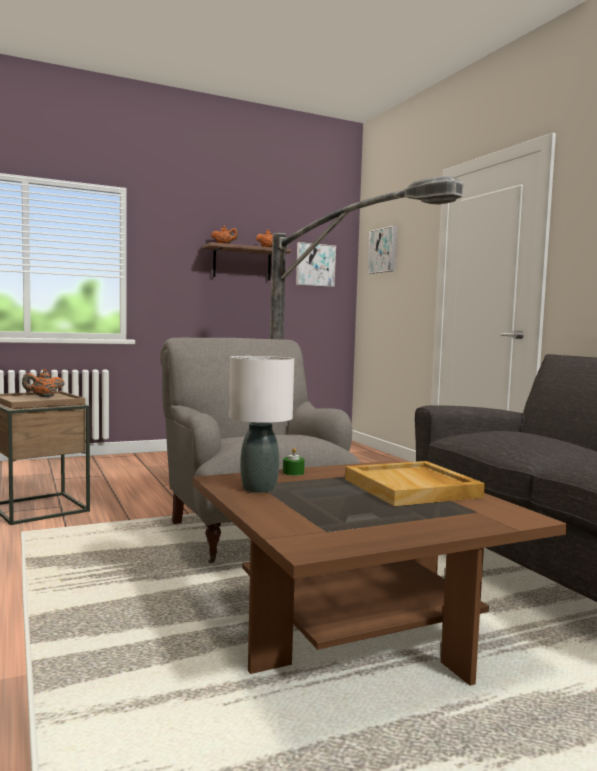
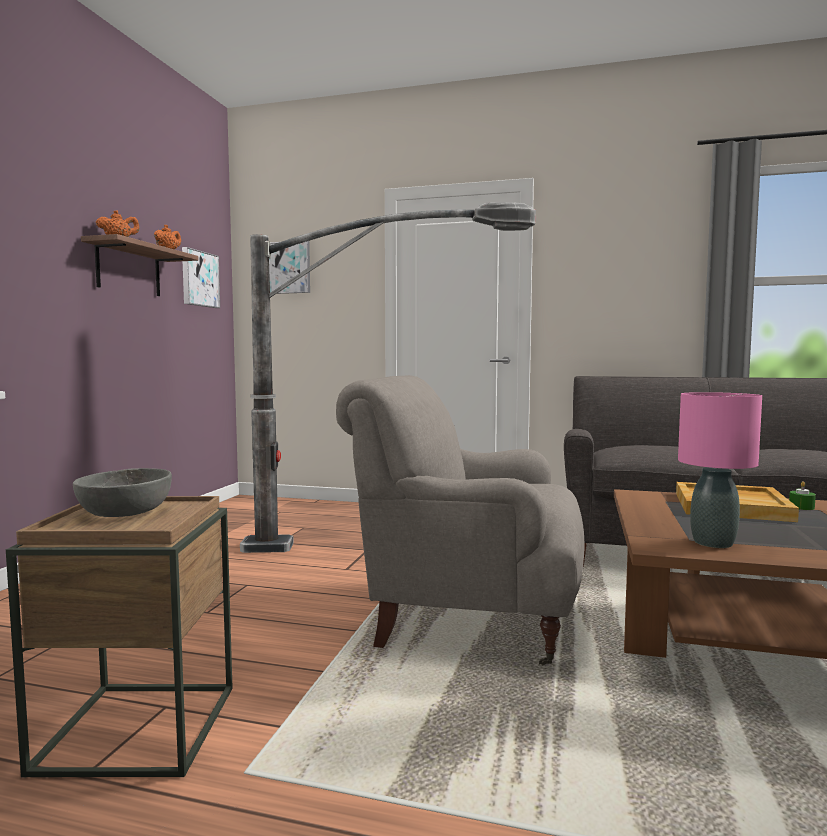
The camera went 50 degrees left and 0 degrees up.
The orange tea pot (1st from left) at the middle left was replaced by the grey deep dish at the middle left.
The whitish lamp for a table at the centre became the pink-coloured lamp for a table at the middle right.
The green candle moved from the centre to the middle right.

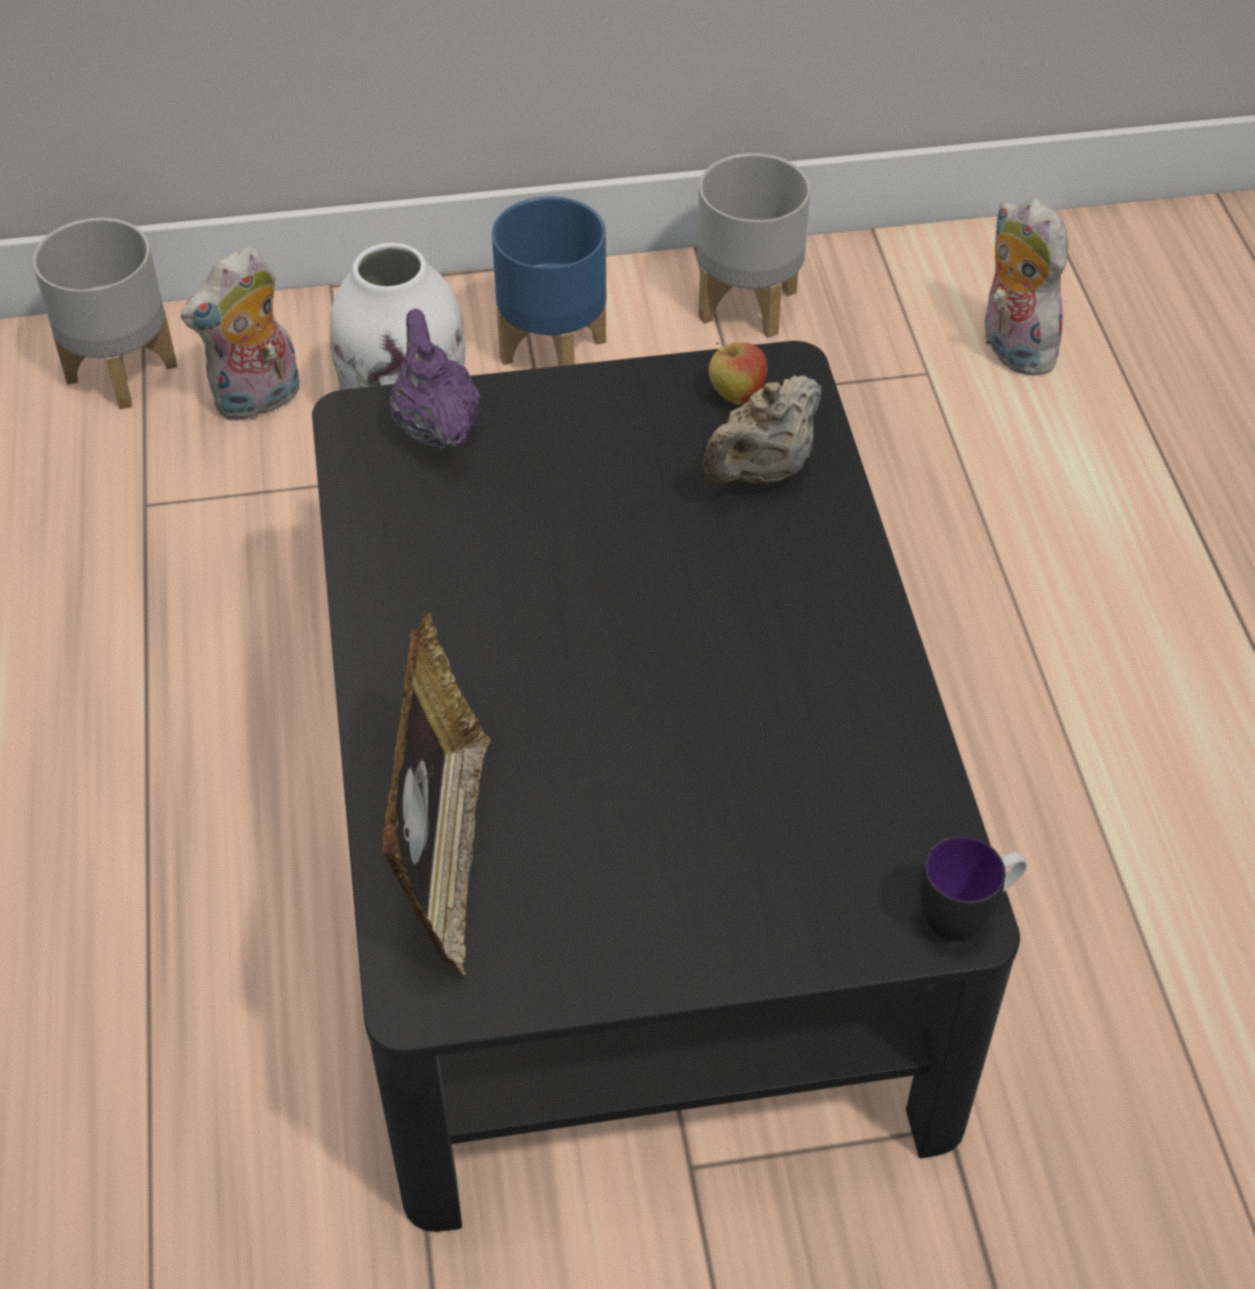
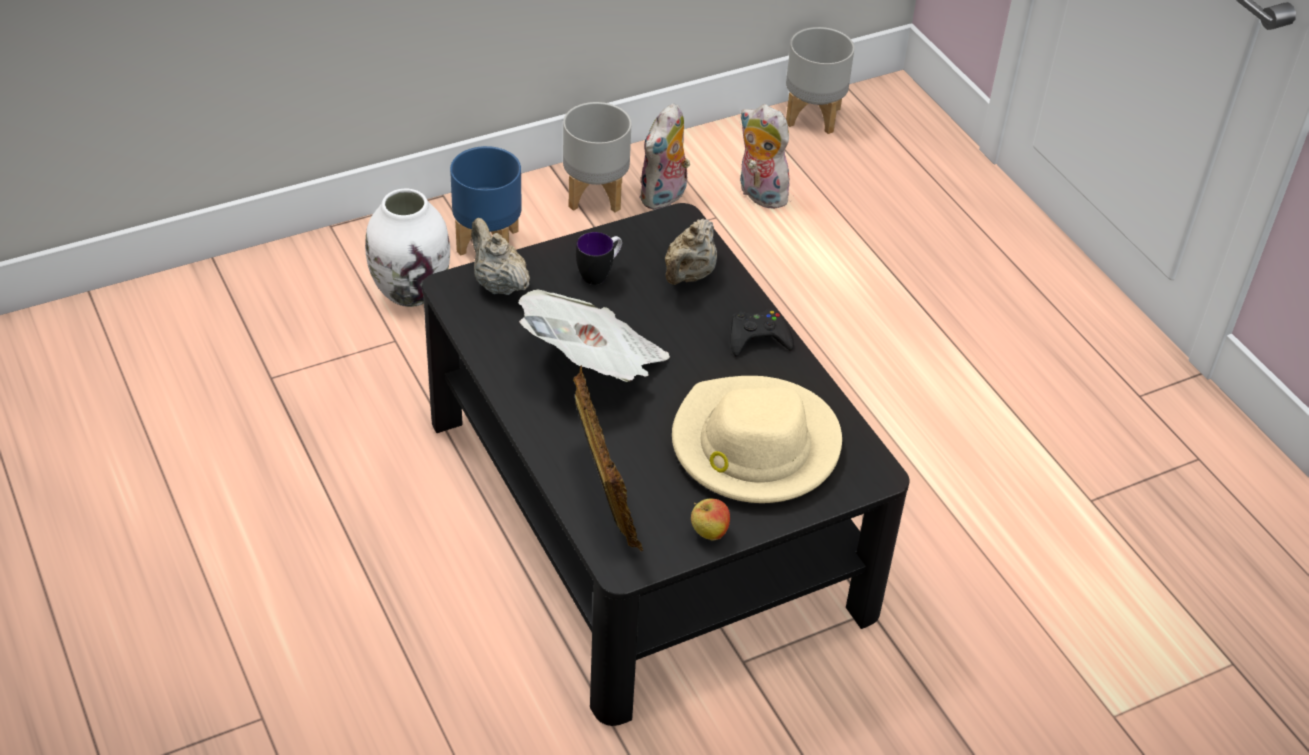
The camera went 20 degrees left and 5 degrees down.
The grey plant pot (1st from left in the first image) moved from the top left to the top centre.
The soft toy (1st from left) moved from the top left to the top centre.
The purple-coloured tea pot at the top centre became the beige-coloured tea pot (1st from left) at the centre.
The whole apple moved from the top centre to the bottom centre.
The mug moved from the bottom right to the centre.
The daily paper at the centre appeared.
The beige-coloured clothing hat at the centre appeared.
The black gamepad at the centre appeared.

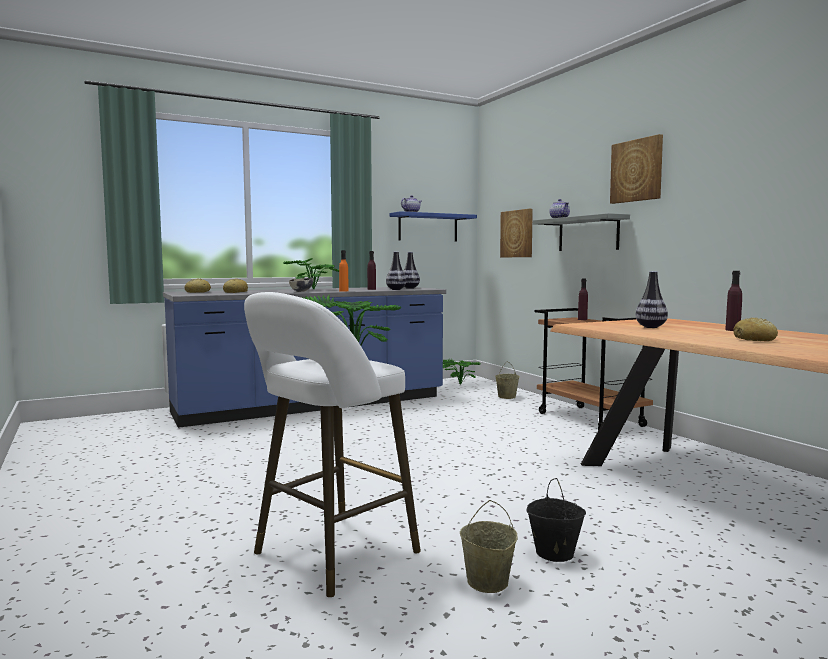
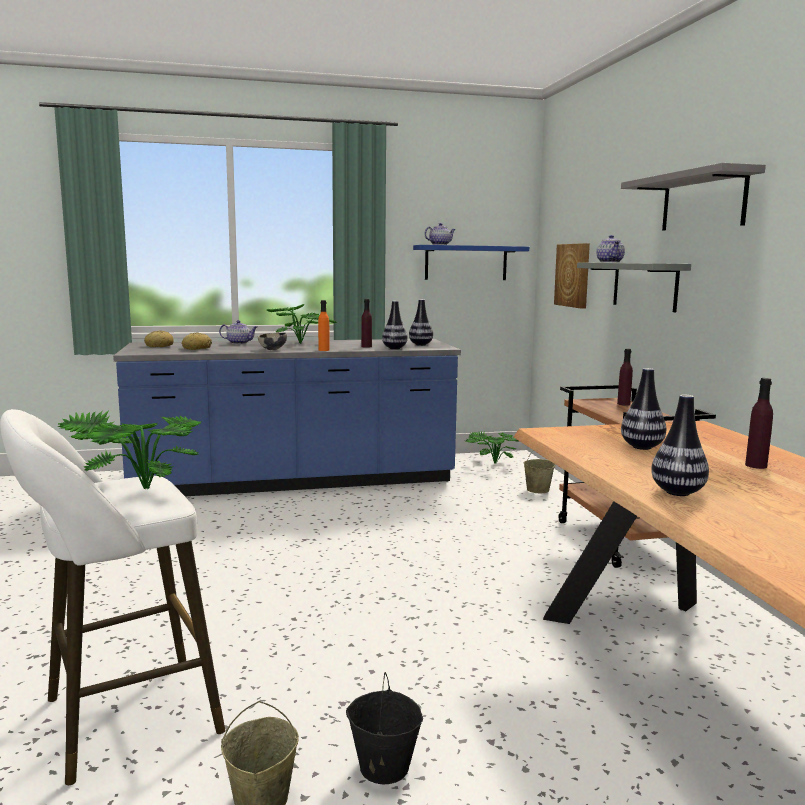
The camera went 15 degrees right and 5 degrees up.
The picture (2nd from left) at the top right was replaced by the grey bracket shelf (2nd from left) at the top right.
The baked bread (3rd from left) at the middle right disappeared.
The tea pot (1st from left) at the middle left appeared.
The vase (4th from left) at the middle right appeared.

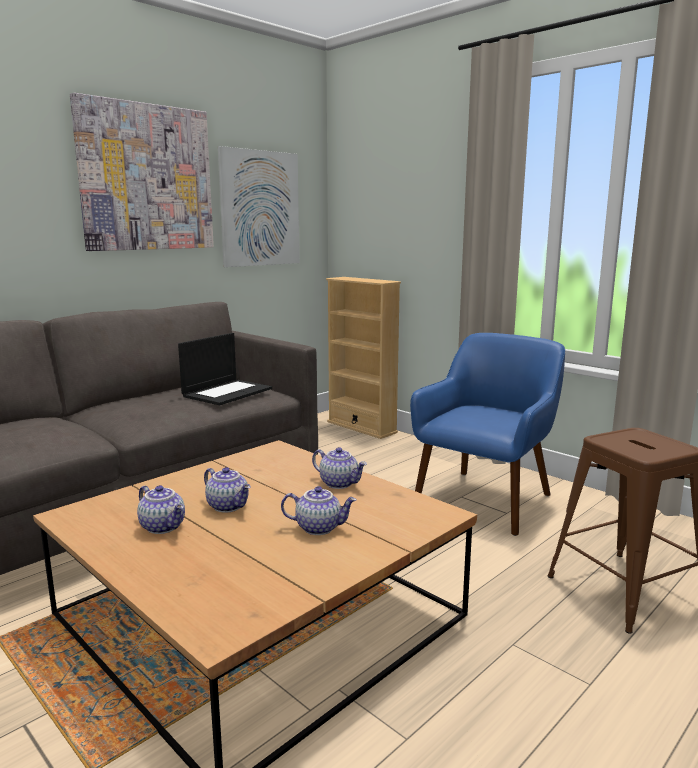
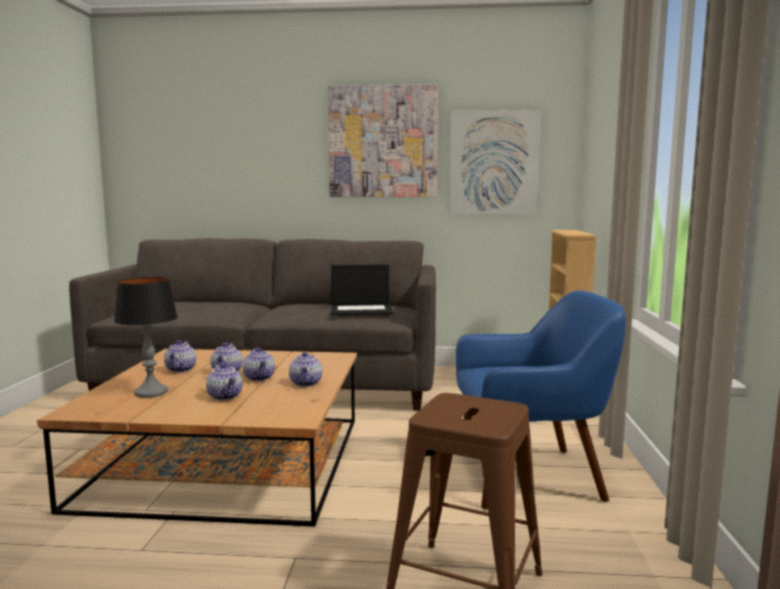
The camera went 50 degrees right and 5 degrees down.
The lamp for a table at the middle left appeared.
The tea pot (4th from left) at the middle left appeared.

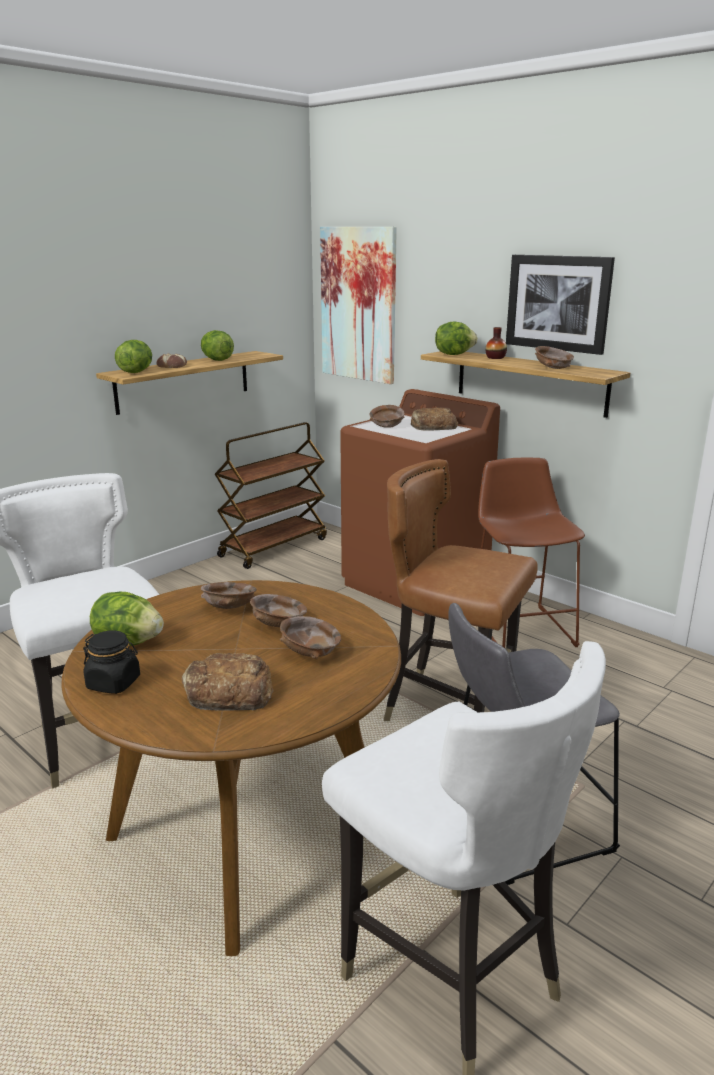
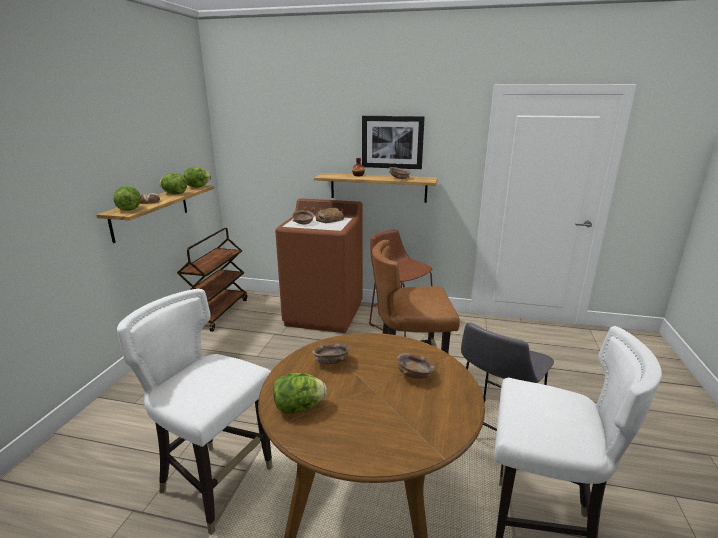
The camera went 30 degrees left and 0 degrees up.
The black storage jar at the middle left disappeared.
The baked bread (2nd from left) at the middle left disappeared.
The brown-coloured deep dish (2nd from left) at the centre disappeared.
The picture (1st from left) at the top centre disappeared.
The head of lettuce (4th from left in the first image) moved from the top centre to the top left.

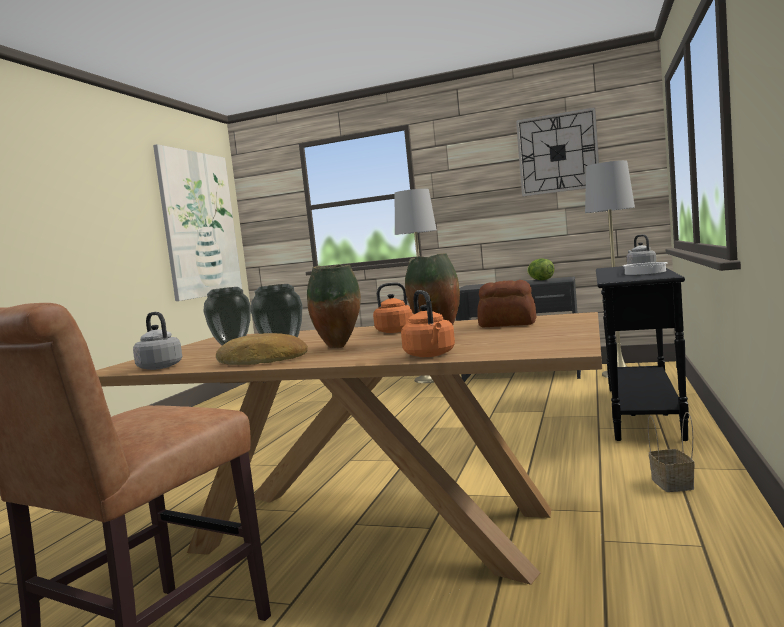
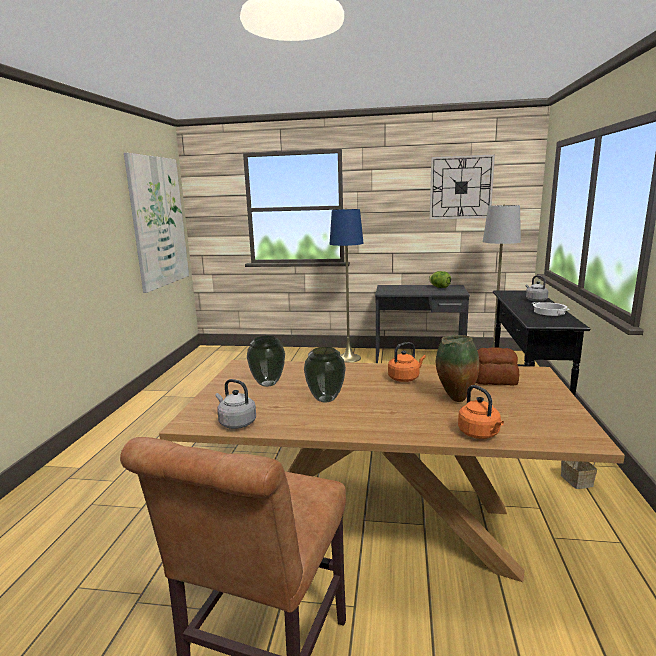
The camera went 10 degrees left and 10 degrees up.
The baked bread (1st from left) at the centre disappeared.
The vase (3rd from left) at the centre disappeared.
The grey floor lamp (1st from left) at the centre became the bluish floor lamp at the centre.

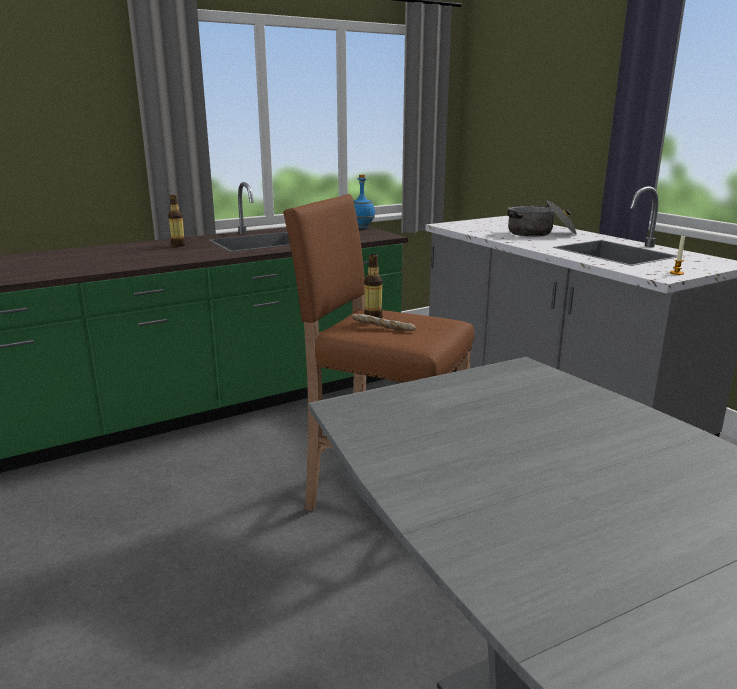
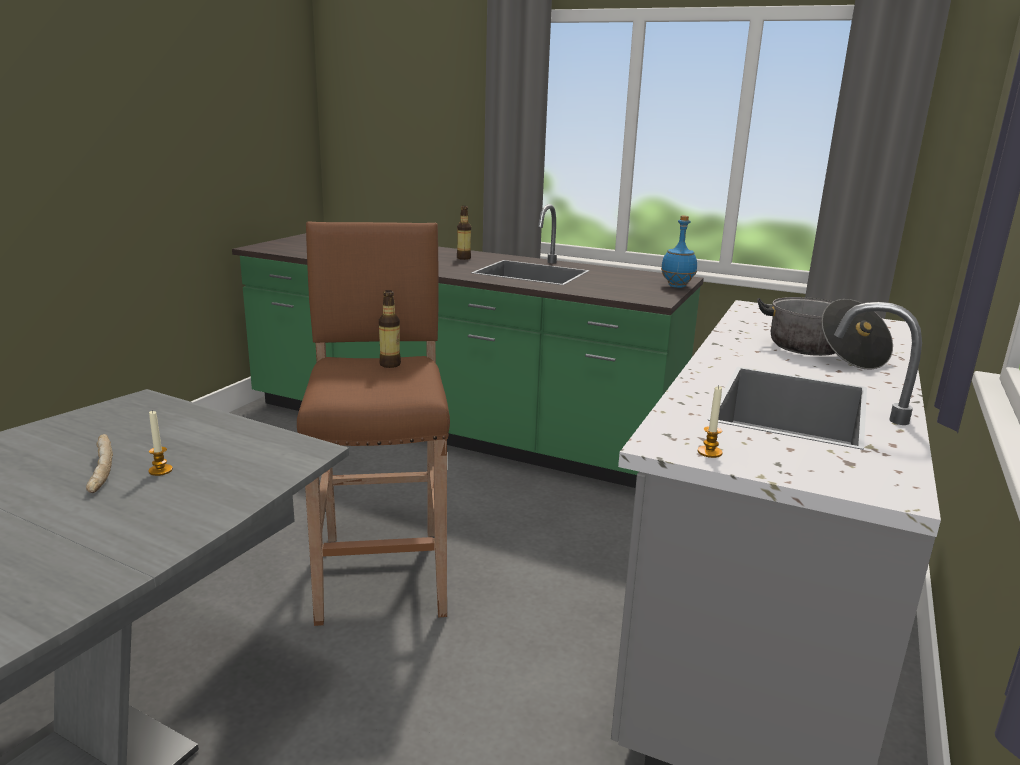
The camera went 55 degrees right and 0 degrees up.
The baked bread moved from the centre to the middle left.
The candle (1st from left) at the middle left appeared.

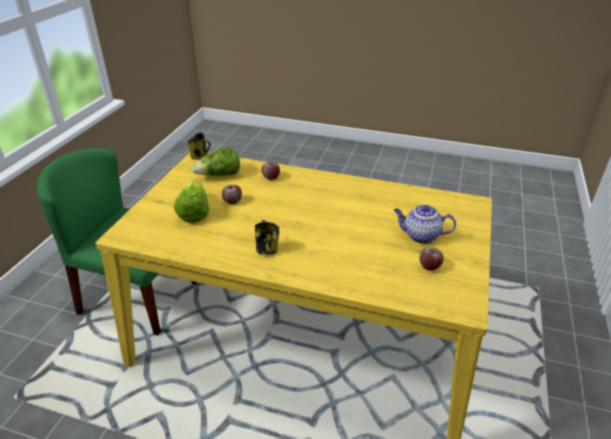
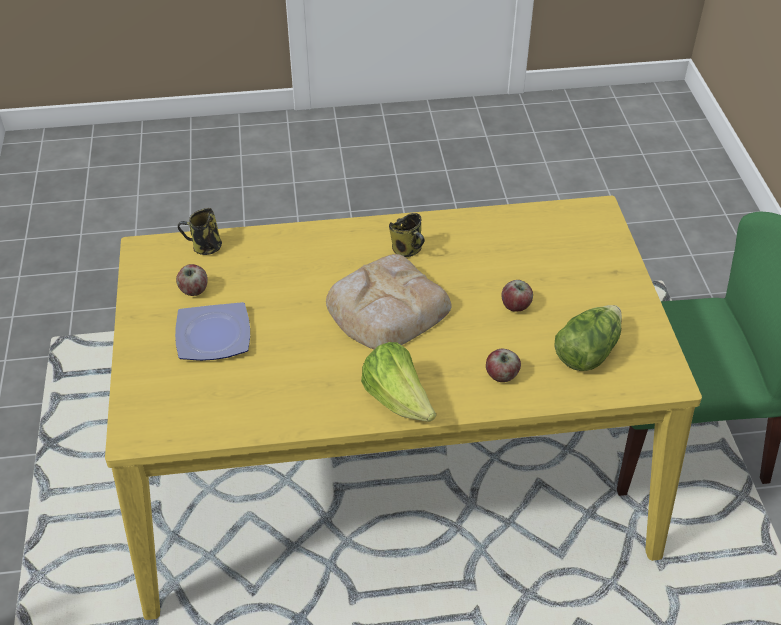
The camera went 155 degrees right and 10 degrees up.
The head of lettuce (1st from left) moved from the middle left to the centre.
The mug (1st from left) moved from the top left to the middle left.
The tea pot at the middle right was replaced by the dinner plate at the middle left.
The baked bread at the centre appeared.

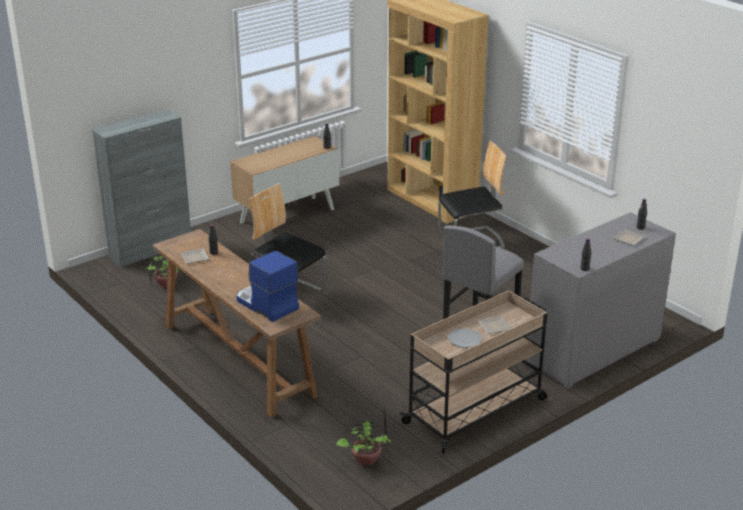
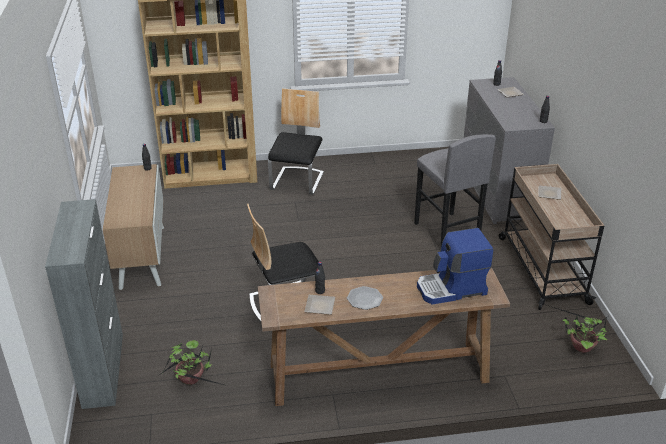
The camera went 60 degrees left and 5 degrees up.
The dinner plate (2nd from left) moved from the centre to the bottom centre.

